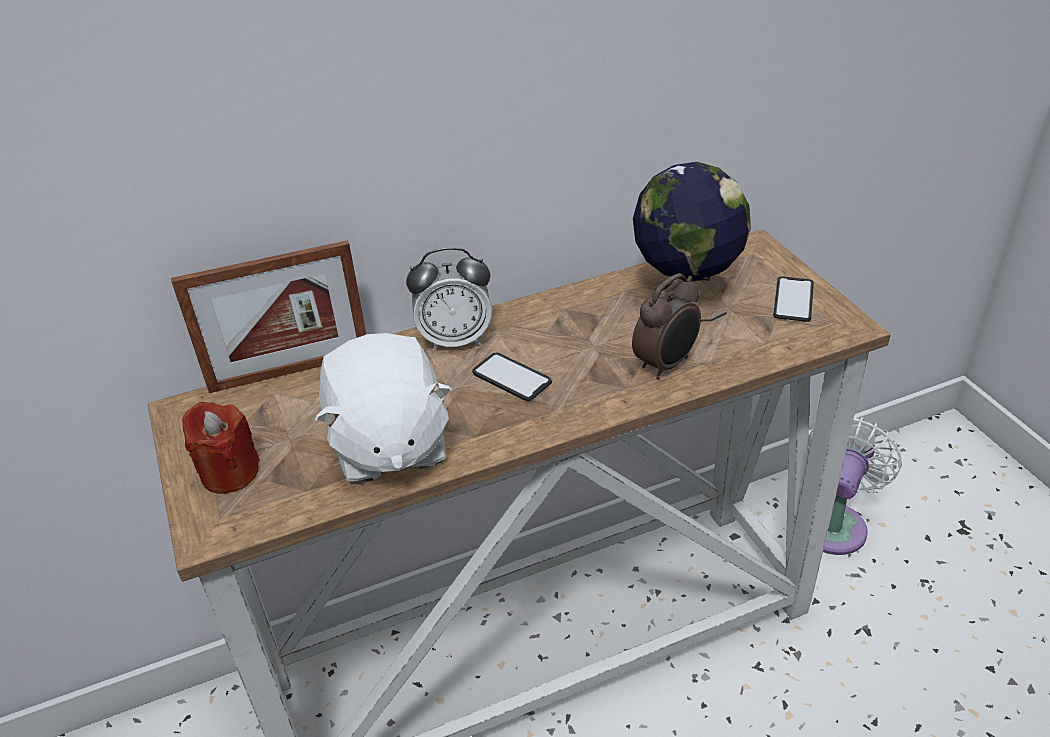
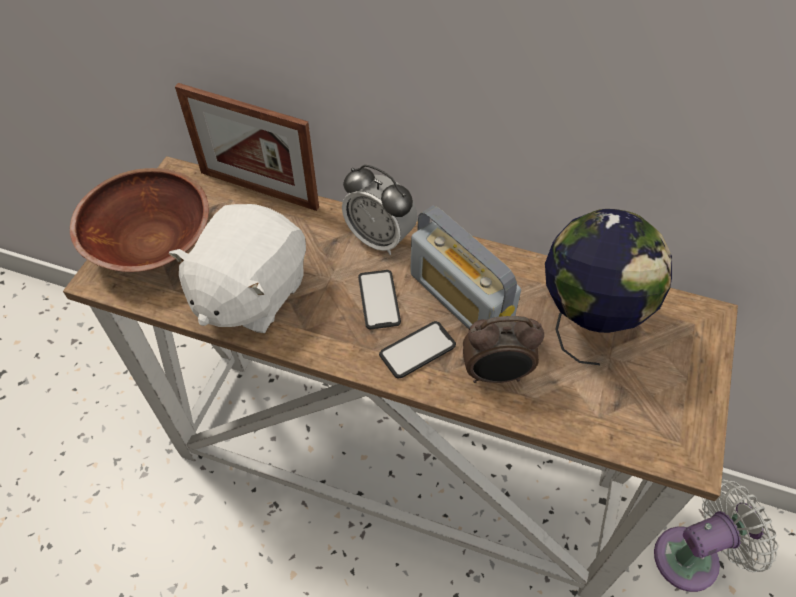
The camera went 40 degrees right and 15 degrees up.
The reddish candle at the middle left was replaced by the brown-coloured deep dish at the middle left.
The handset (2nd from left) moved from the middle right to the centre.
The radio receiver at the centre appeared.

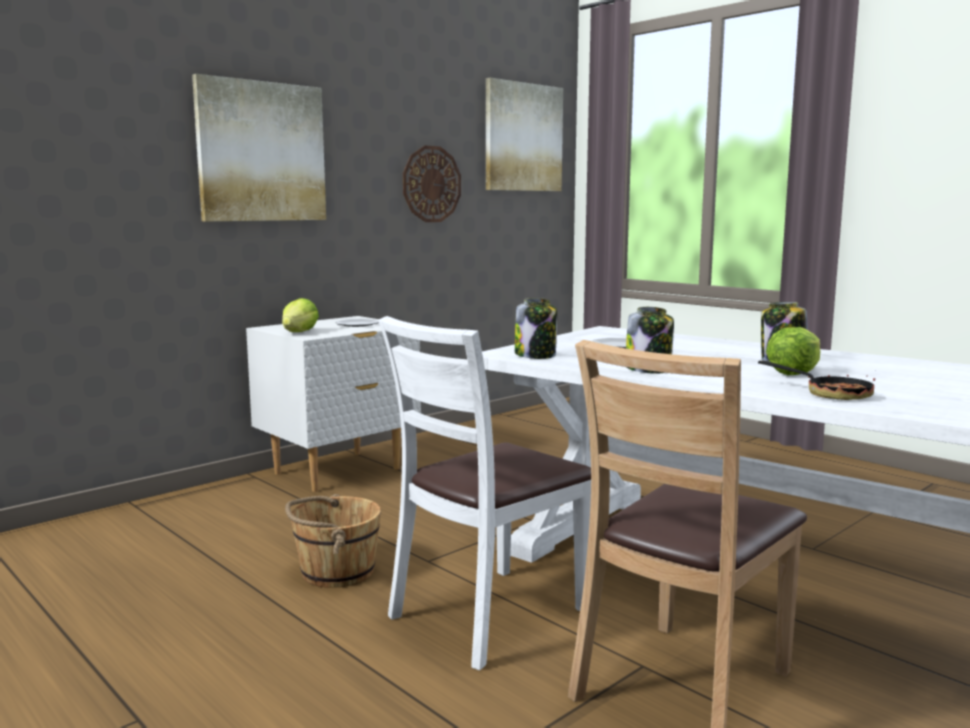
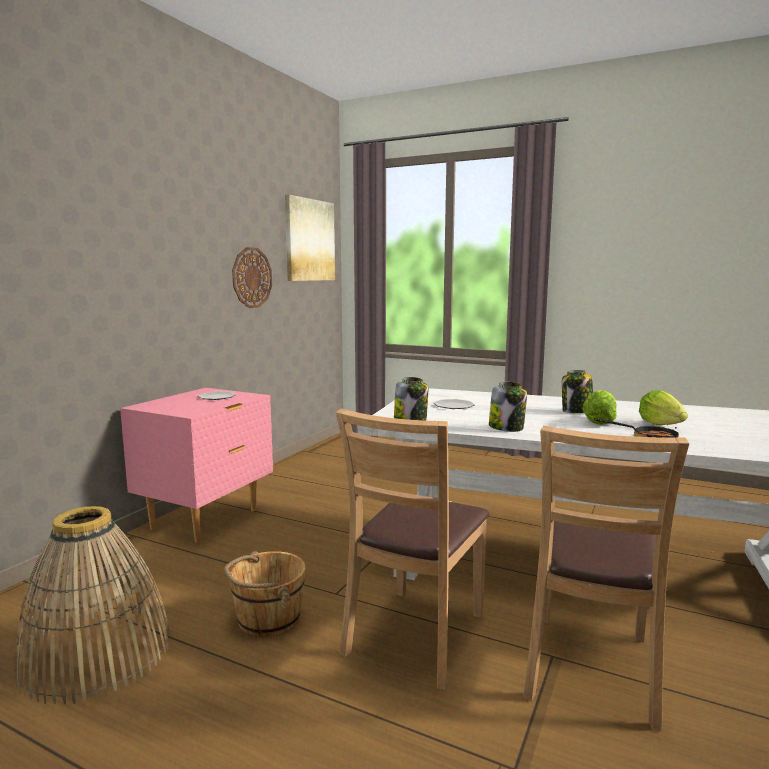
The camera went 20 degrees left and 0 degrees up.
The picture (1st from left) at the top left disappeared.
The whitish bedside table at the centre became the pink-coloured bedside table at the middle left.
The head of lettuce (1st from left in the first image) moved from the middle left to the middle right.
The whitish plain chair at the bottom centre became the brown-coloured plain chair (1st from left) at the bottom centre.
The household basket at the bottom left appeared.

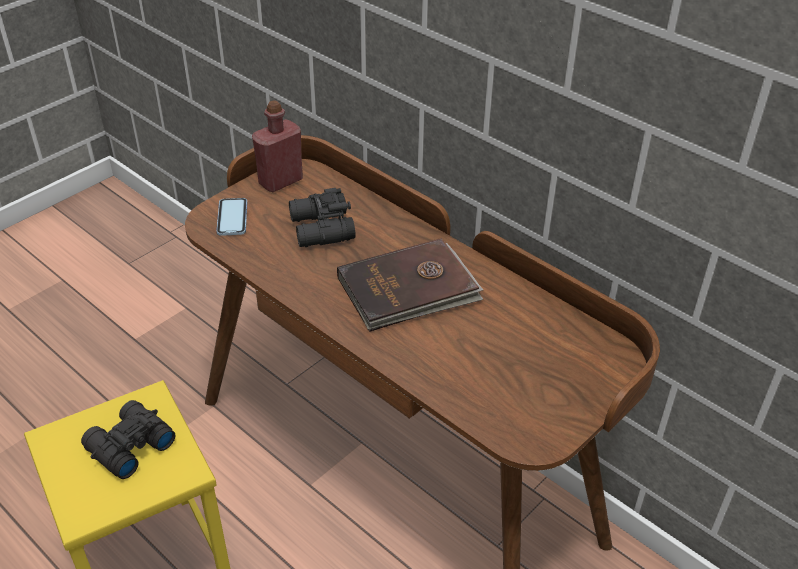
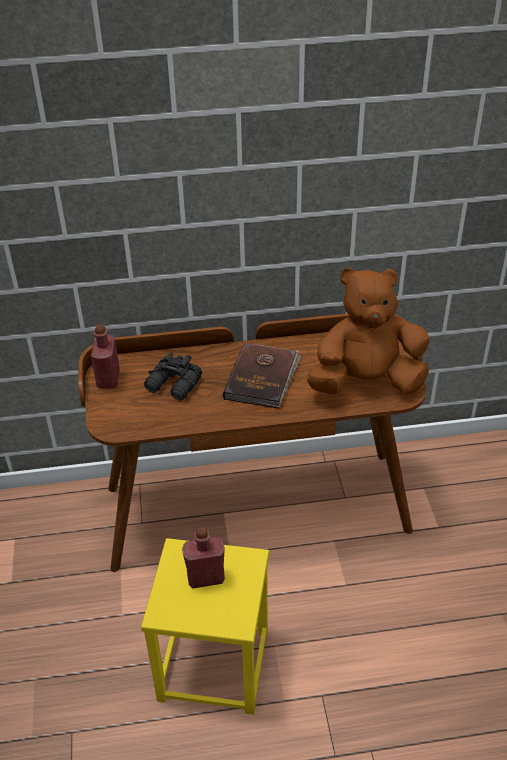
The camera went 50 degrees left and 0 degrees up.
The black field glasses (1st from left) at the bottom left was replaced by the reddish beverage bottle (2nd from left) at the bottom centre.
The handset at the middle left disappeared.
The brown-coloured soft toy at the middle right appeared.

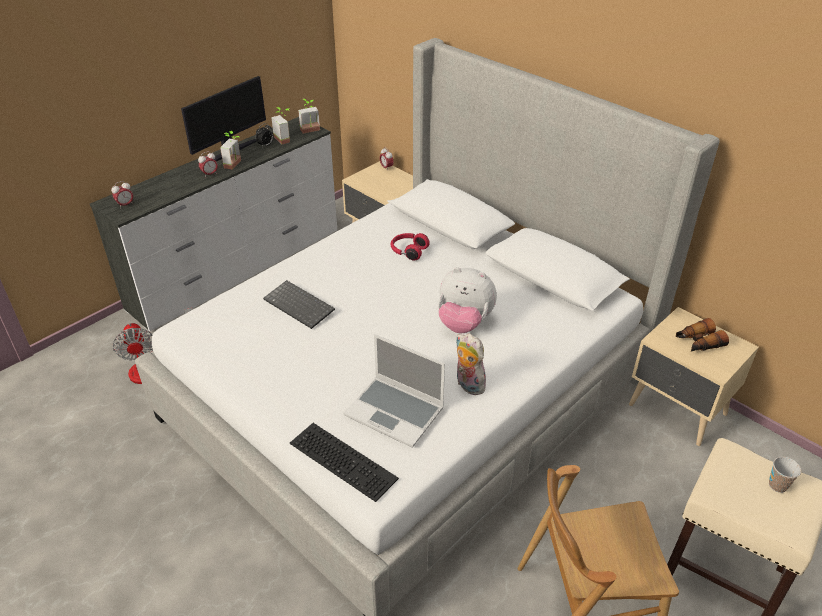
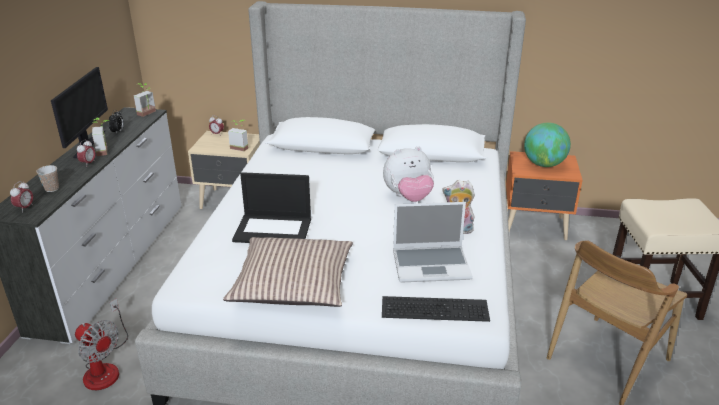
The camera went 35 degrees left and 10 degrees down.
The computer keyboard (1st from left) at the centre was replaced by the laptop (1st from left) at the centre.
The houseplant (2nd from left in the first image) moved from the top centre to the middle left.
The reddish headset at the centre disappeared.
The beige-coloured bedside table (2nd from left) at the middle right became the orange bedside table at the middle right.
The field glasses at the middle right was replaced by the world globe at the middle right.
The cup moved from the bottom right to the middle left.
The cushion at the bottom centre appeared.

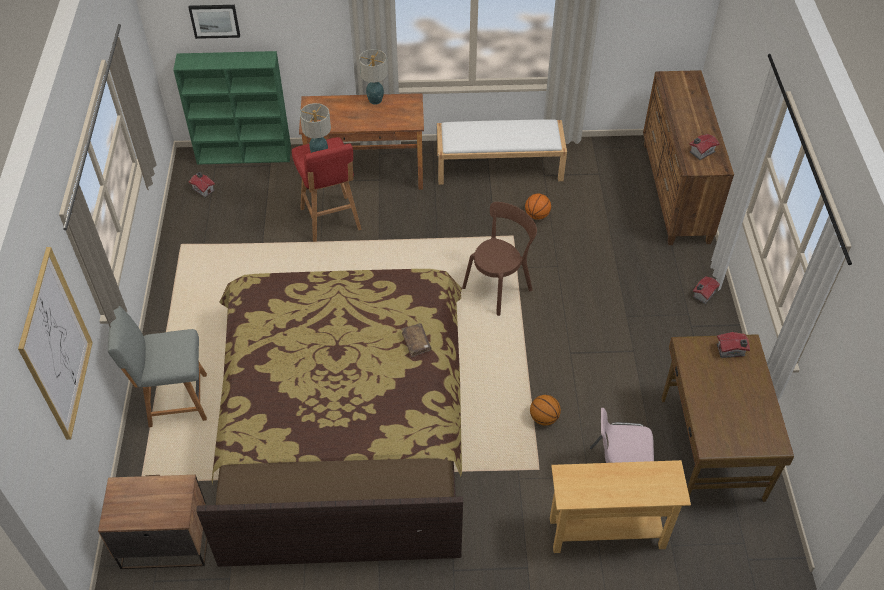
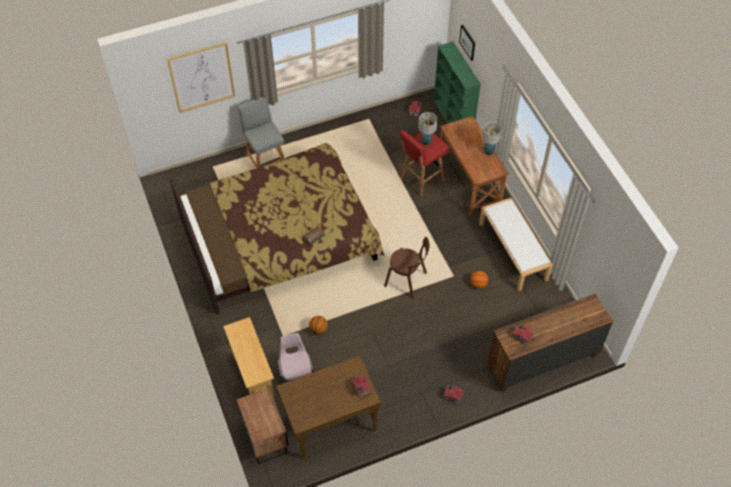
The camera went 70 degrees right and 5 degrees up.
The bedside table moved from the bottom left to the bottom centre.

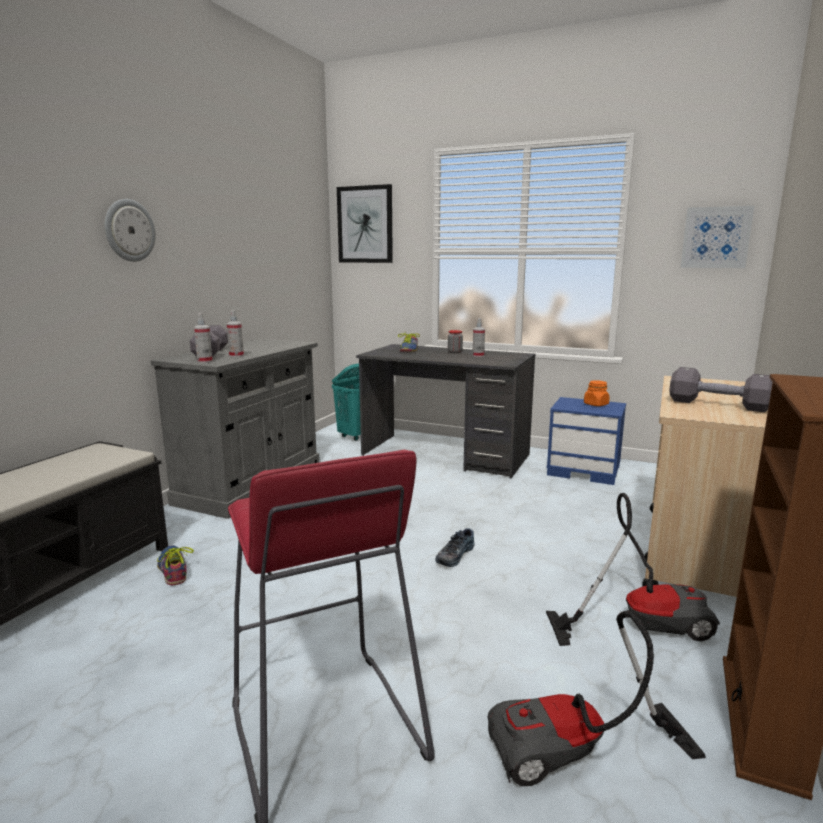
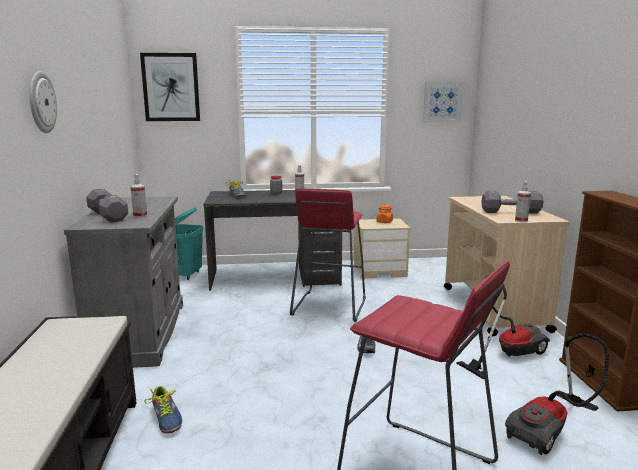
The camera went 30 degrees left and 0 degrees up.
The low shoe (1st from left) at the bottom left turned 150 degrees counterclockwise.
The sprayer (1st from left in the first image) moved from the middle left to the middle right.
The bluish bedside table at the middle right became the beige-coloured bedside table at the centre.
The reddish stool seat (1st from left) at the centre appeared.

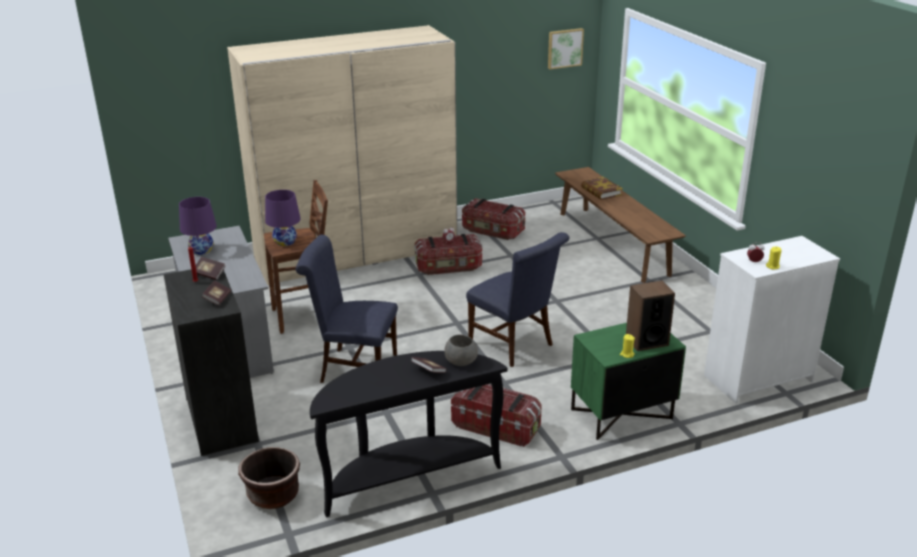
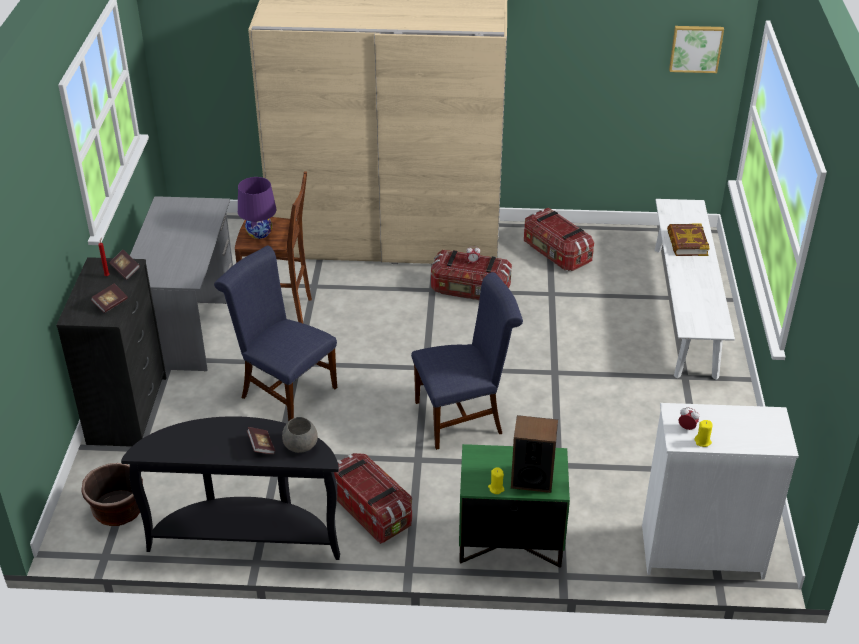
The camera went 25 degrees right and 10 degrees up.
The purple-coloured lamp for a table (1st from left) at the middle left disappeared.
The bluish plain chair (2nd from left) at the centre turned 90 degrees counterclockwise.
The brown-coloured long seat at the middle right became the whitish long seat at the middle right.

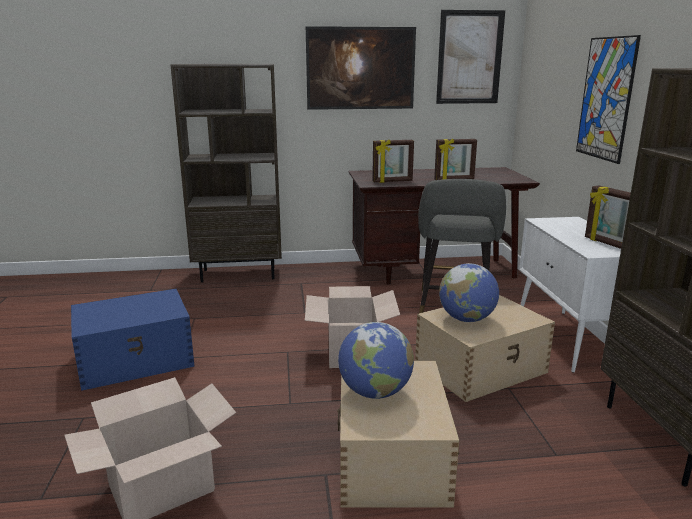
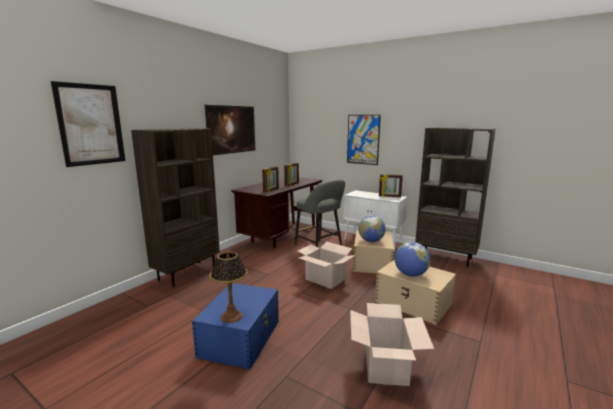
The camera went 50 degrees left and 5 degrees down.
The picture (2nd from left in the first image) moved from the top right to the top left.
The lamp for a table at the bottom centre appeared.

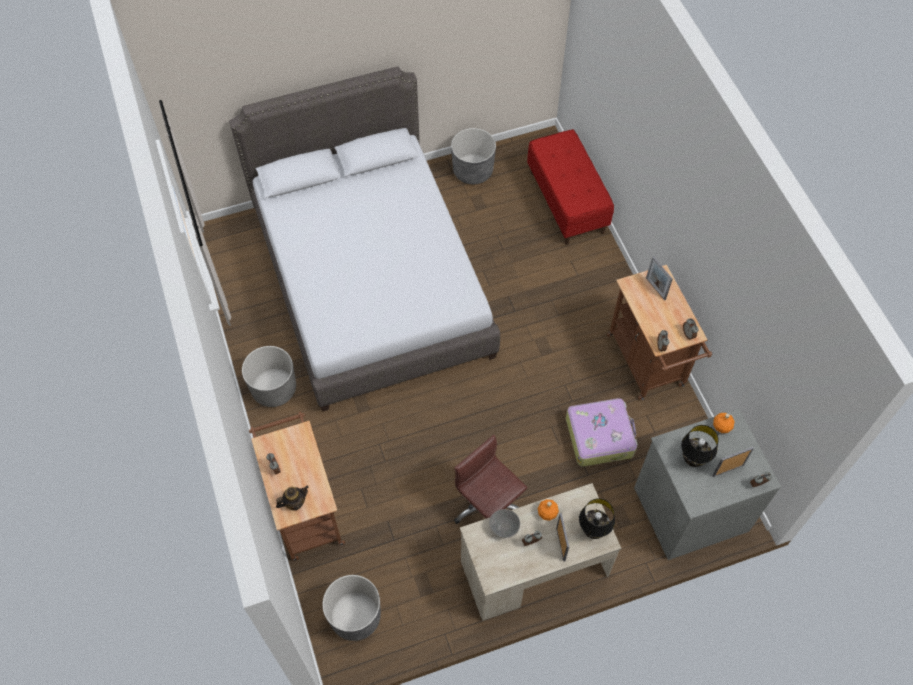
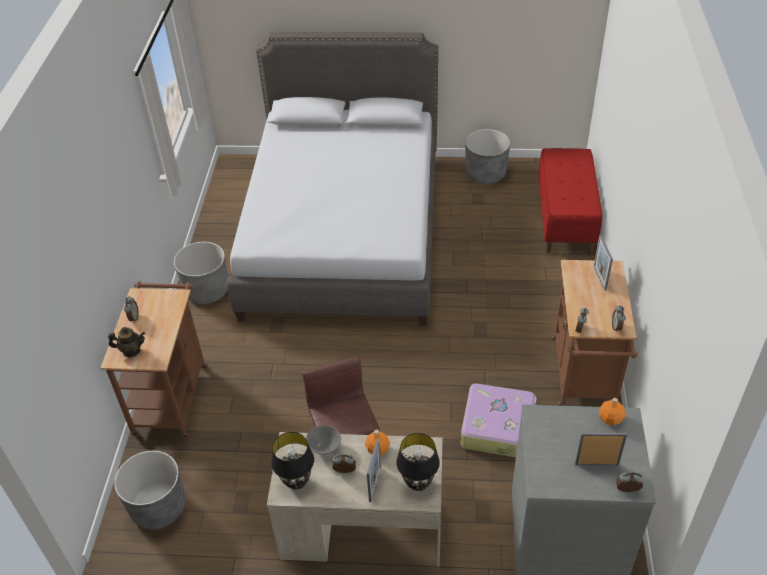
The camera went 25 degrees right and 15 degrees down.
The black lamp for a table (2nd from left in the first image) moved from the middle right to the bottom centre.

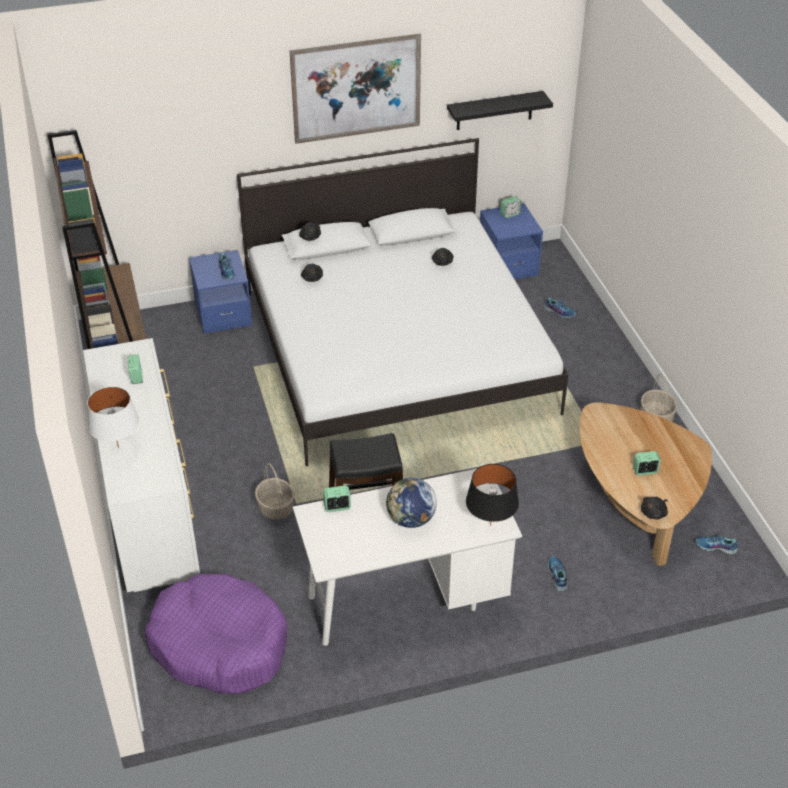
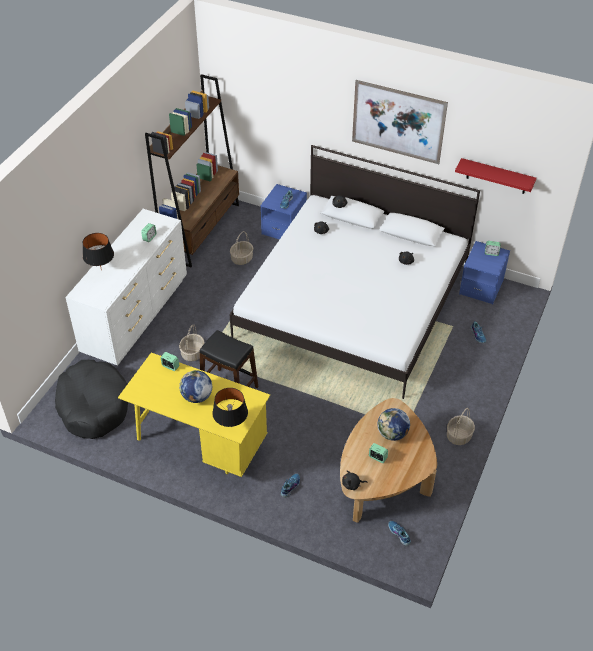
The camera went 40 degrees right and 5 degrees up.
The whitish lamp for a table at the middle left became the black lamp for a table (1st from left) at the middle left.
The purple-coloured dog cushion at the bottom left became the black dog cushion at the middle left.
The whitish desk unit at the bottom centre became the yellow desk unit at the middle left.
The black bracket shelf at the top centre became the reddish bracket shelf at the top right.
The household basket (2nd from left) at the centre appeared.
The world globe (2nd from left) at the centre appeared.

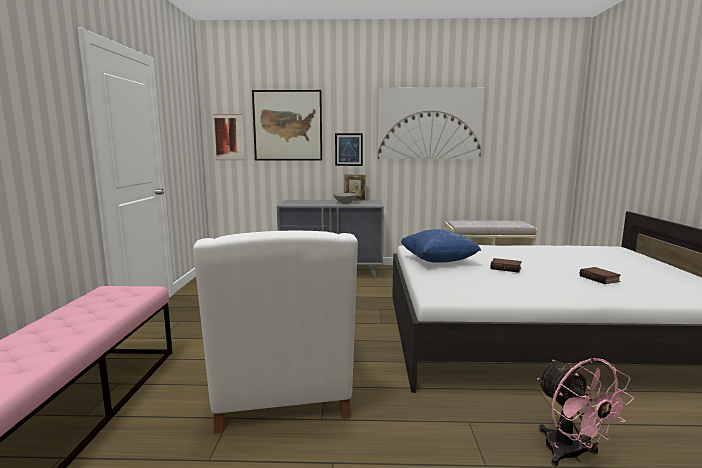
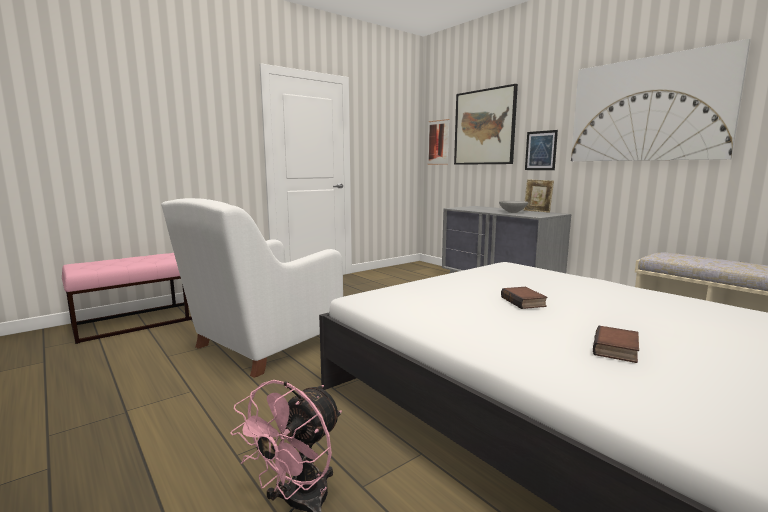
The camera went 50 degrees right and 0 degrees up.
The bluish cushion at the centre disappeared.

